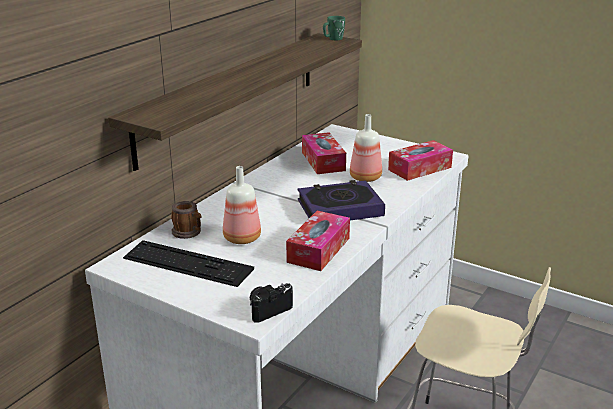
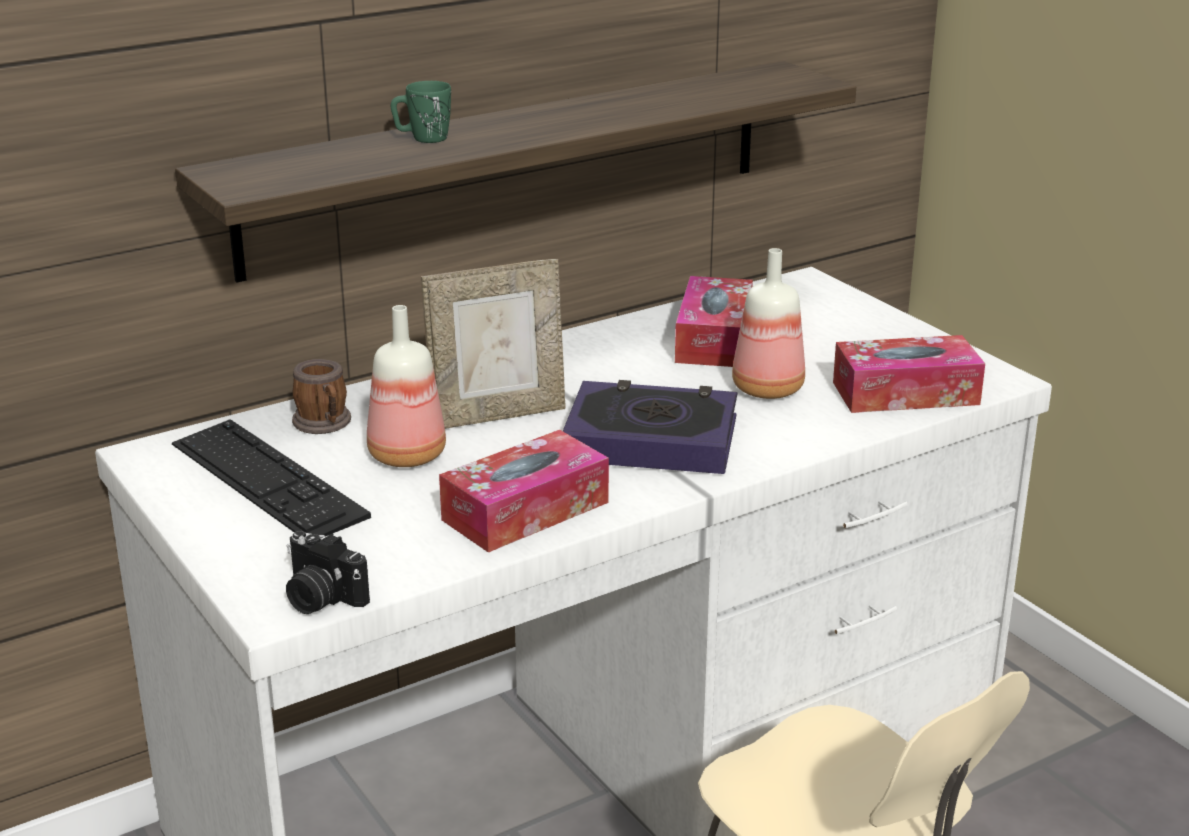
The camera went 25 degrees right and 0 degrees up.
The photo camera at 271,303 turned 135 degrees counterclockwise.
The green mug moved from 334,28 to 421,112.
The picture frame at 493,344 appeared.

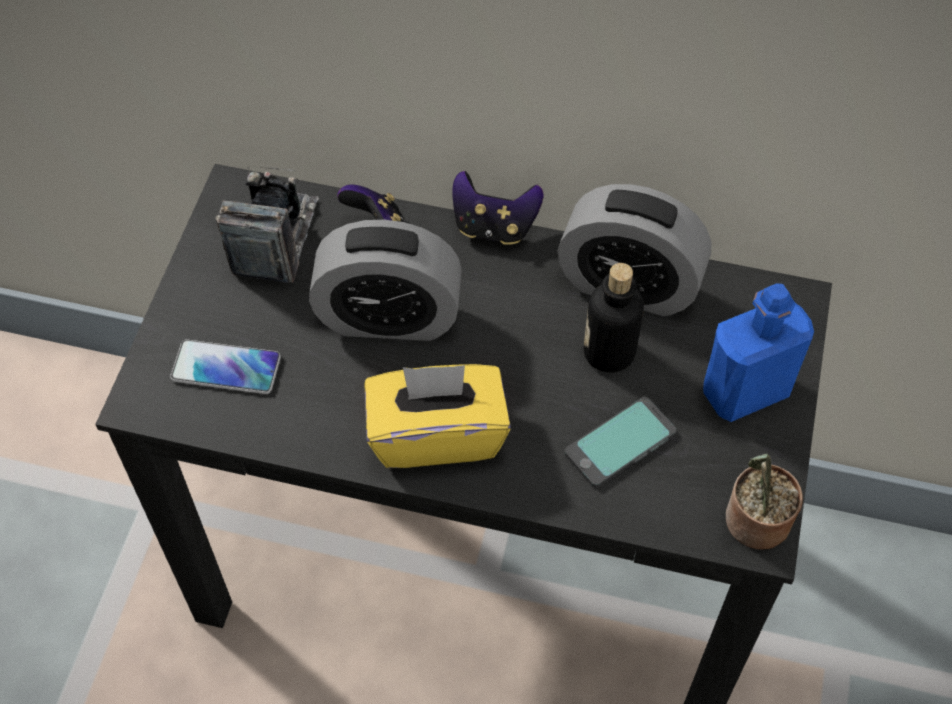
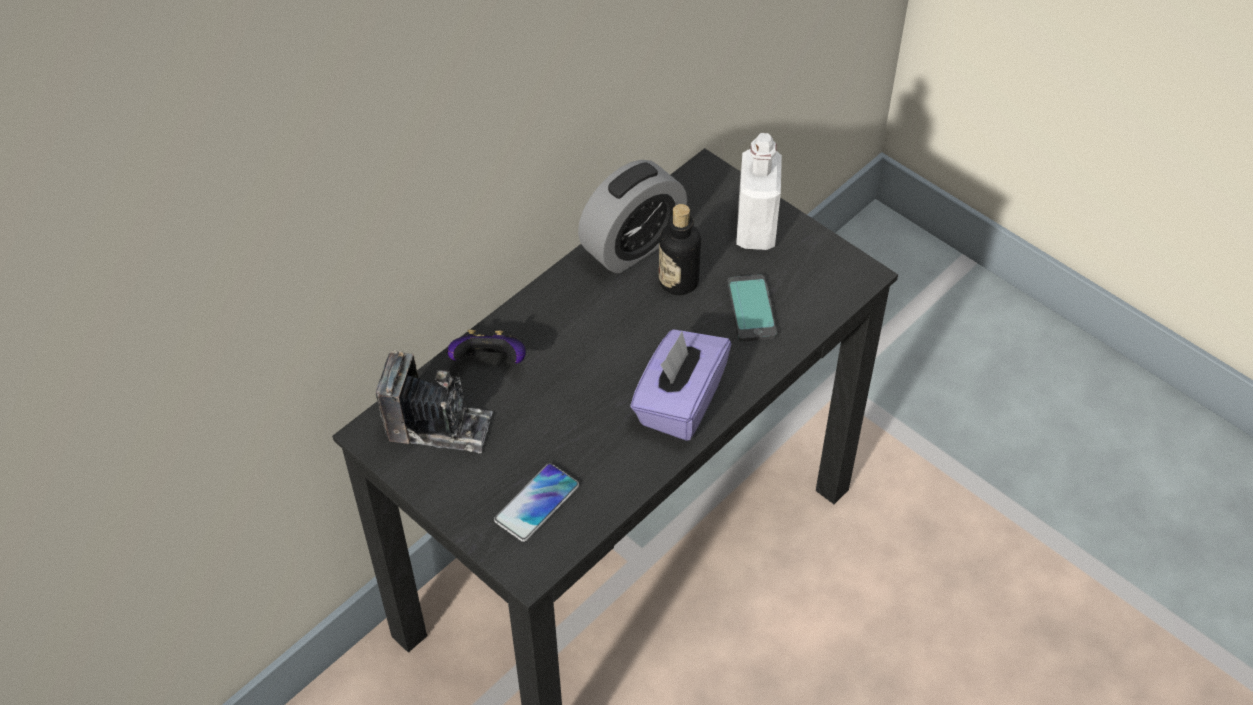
The camera went 60 degrees left and 5 degrees down.
The photo camera at 267,224 turned 150 degrees clockwise.
The yellow tissue box at 437,416 became the purple tissue box at 680,385.
The blue bottle at 758,352 became the white bottle at 759,191.
The alarm clock at 385,280 disappeared.
The game controller at 498,208 disappeared.
The potted plant at 764,502 disappeared.

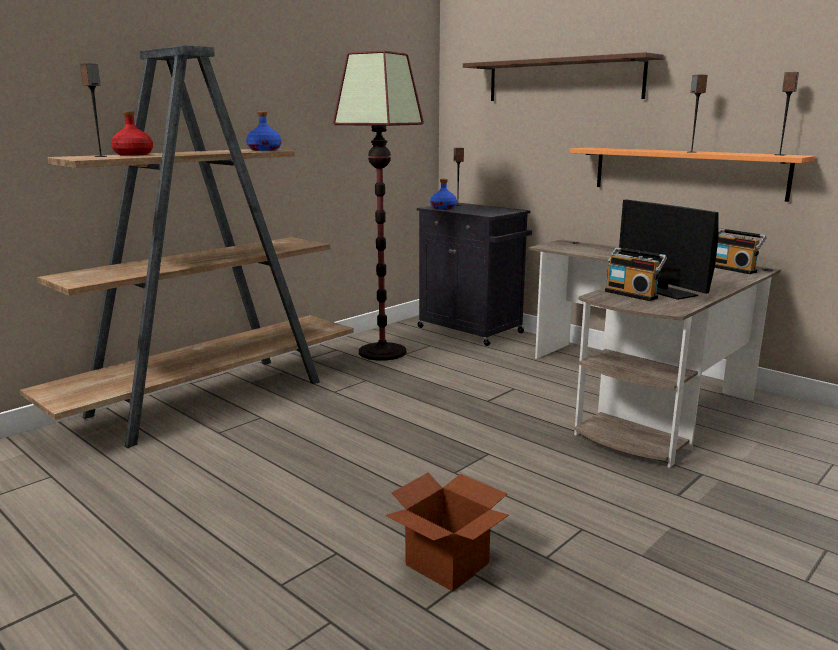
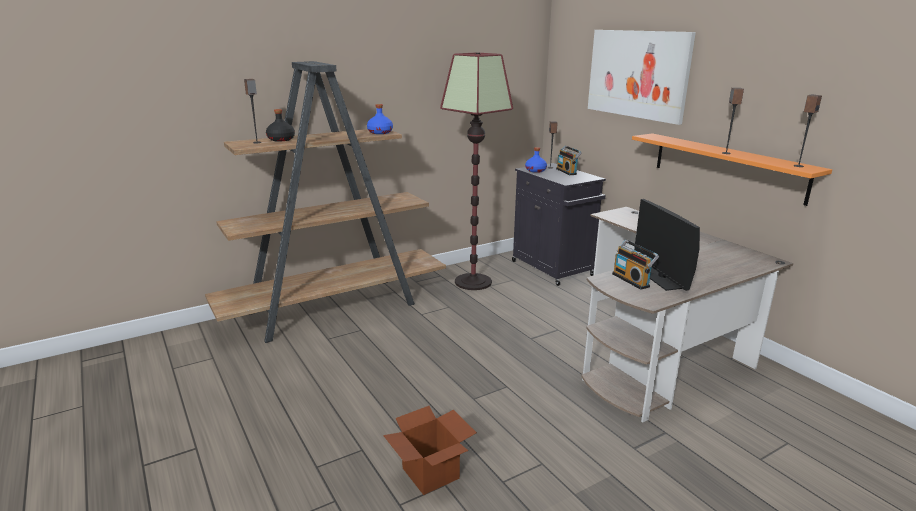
The camera went 15 degrees right and 5 degrees up.
The red bottle at 132,133 became the black bottle at 280,125.
The radio moved from 740,251 to 569,160.
The brown shelf at 563,76 was replaced by the picture at 642,77.

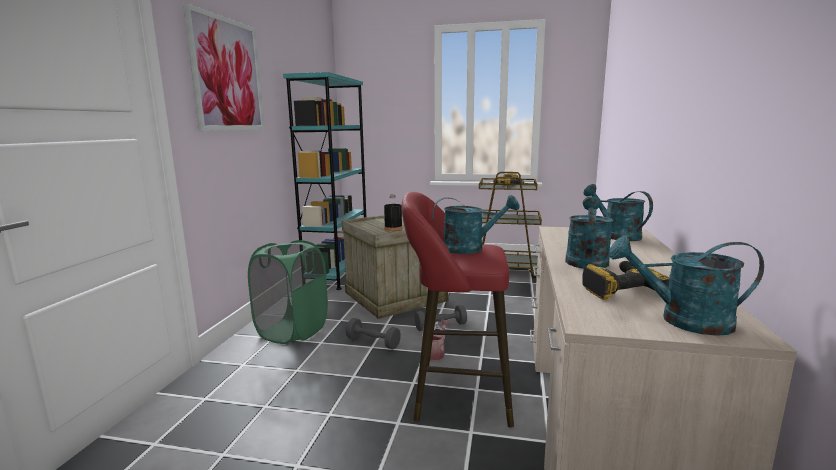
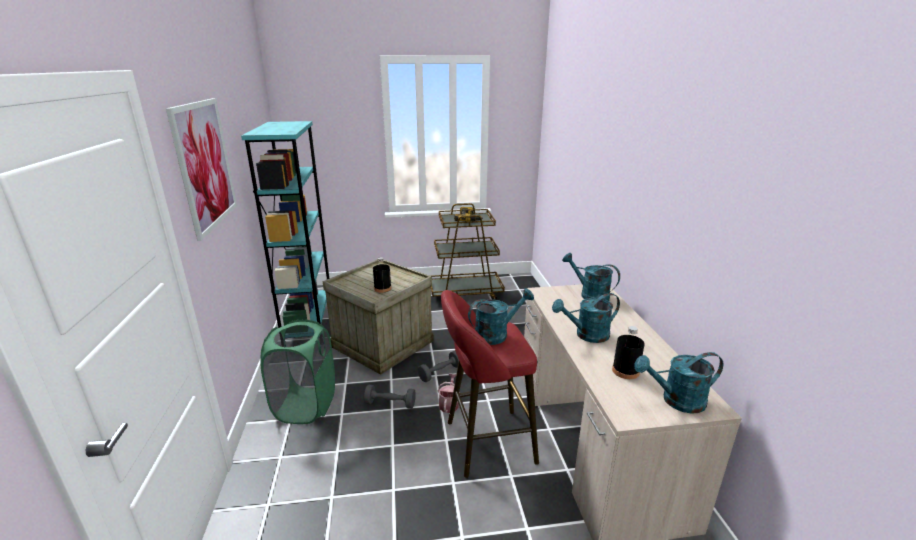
The camera went 20 degrees left and 10 degrees up.
The turquoise watering can at 589,232 turned 105 degrees counterclockwise.
The power drill at 625,280 was replaced by the black bottle at 628,352.

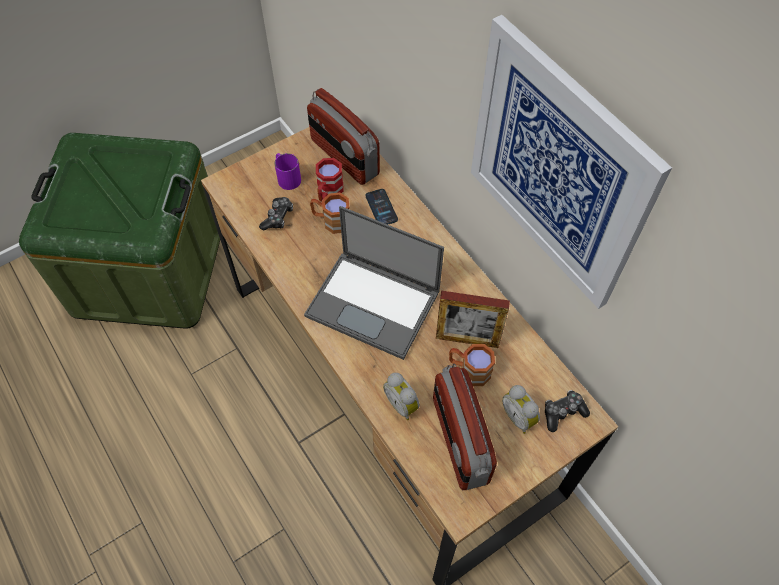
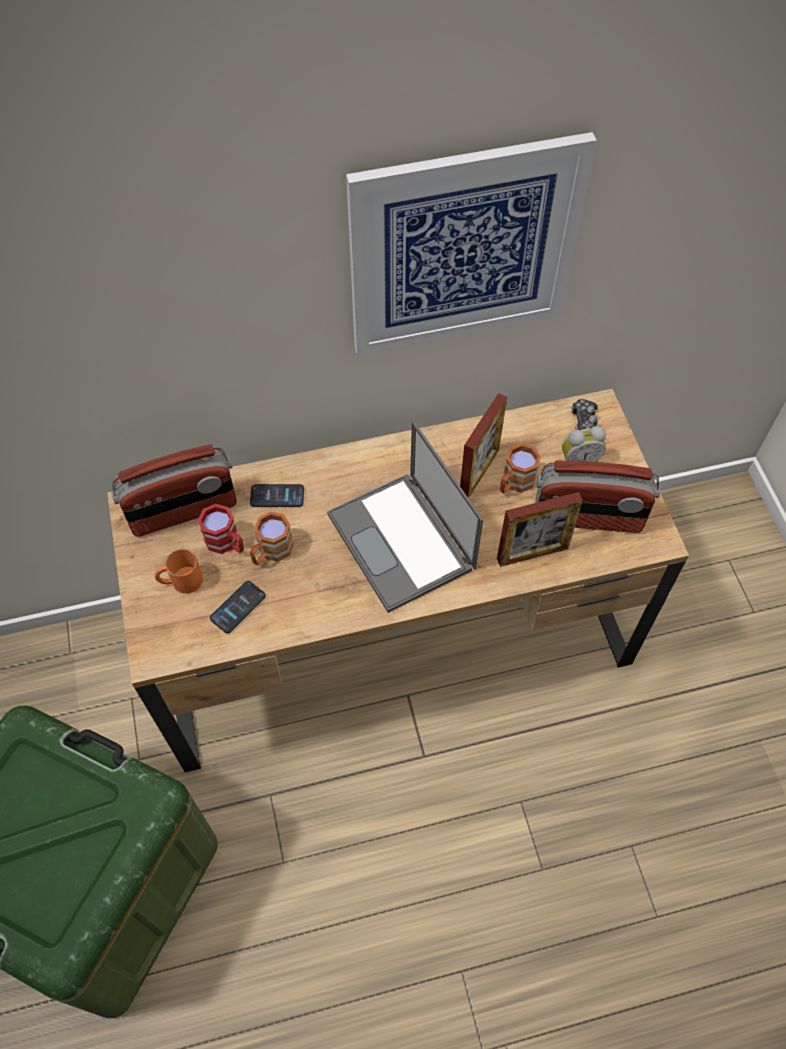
The camera went 70 degrees left and 0 degrees up.
The purple mug at 288,171 became the orange mug at 179,571.
The game controller at 276,213 was replaced by the phone at 238,607.
The laptop at 374,283 turned 105 degrees clockwise.
The alarm clock at 401,396 was replaced by the picture frame at 540,529.

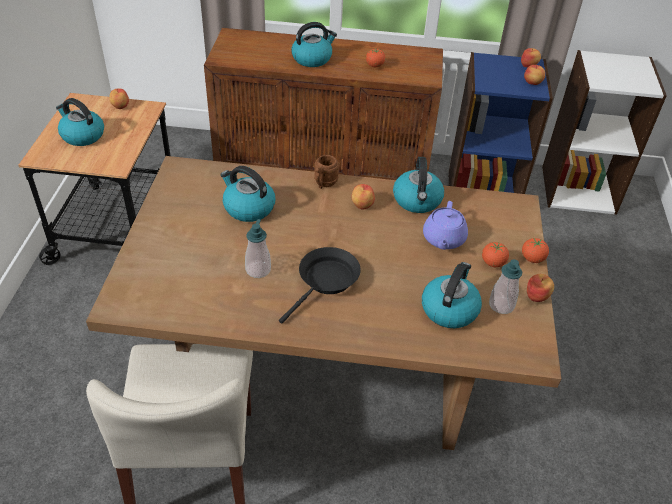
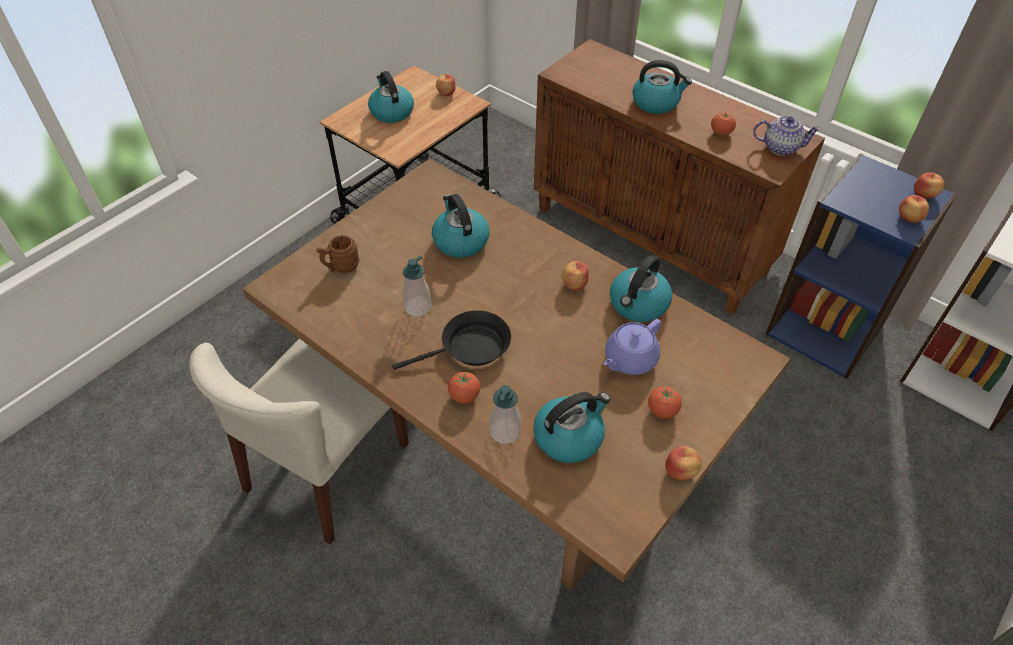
The camera went 35 degrees right and 5 degrees up.
The brown mug moved from 326,172 to 338,254.
The tomato moved from 535,250 to 464,387.
The soap dispenser moved from 505,286 to 505,414.
The teapot at 787,136 appeared.

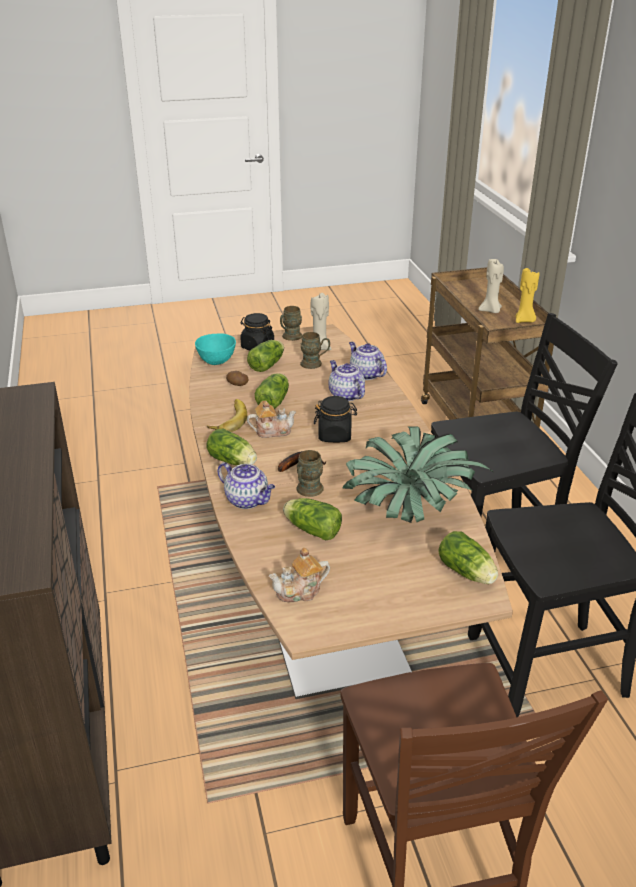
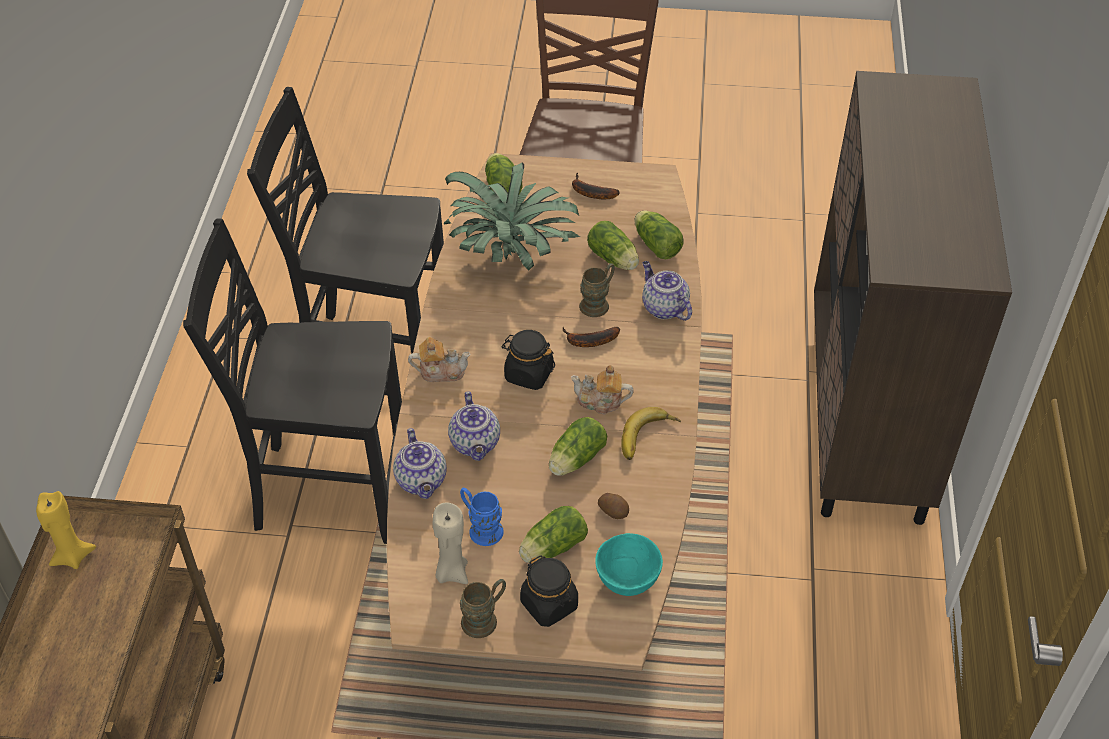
The camera went 160 degrees left and 15 degrees up.
The teapot moved from 299,575 to 439,359.
The brown mug at 315,350 became the blue mug at 482,517.
The banana at 595,186 appeared.
The lettuce moved from 231,447 to 659,234.
The beige candle at 491,286 disappeared.

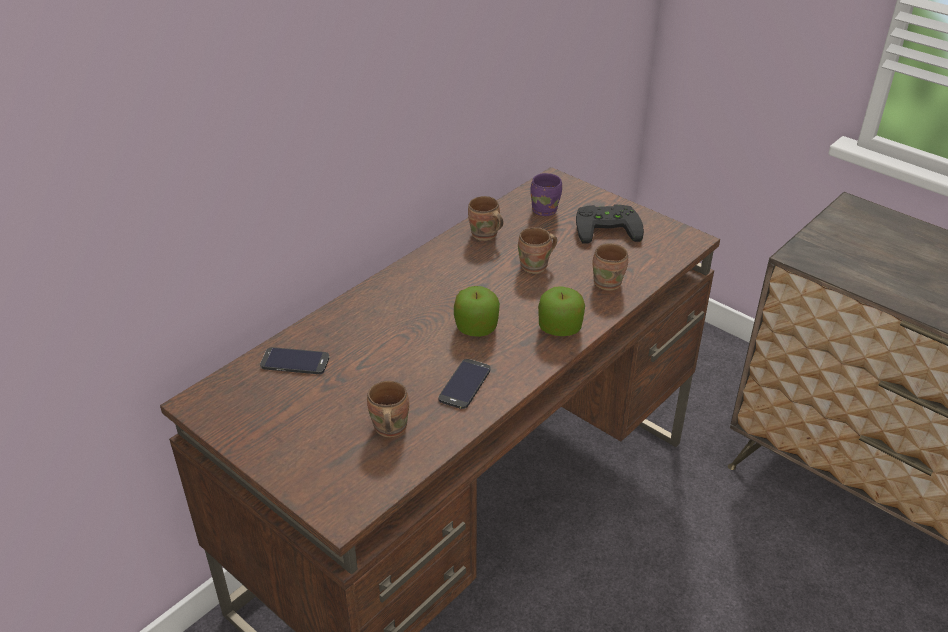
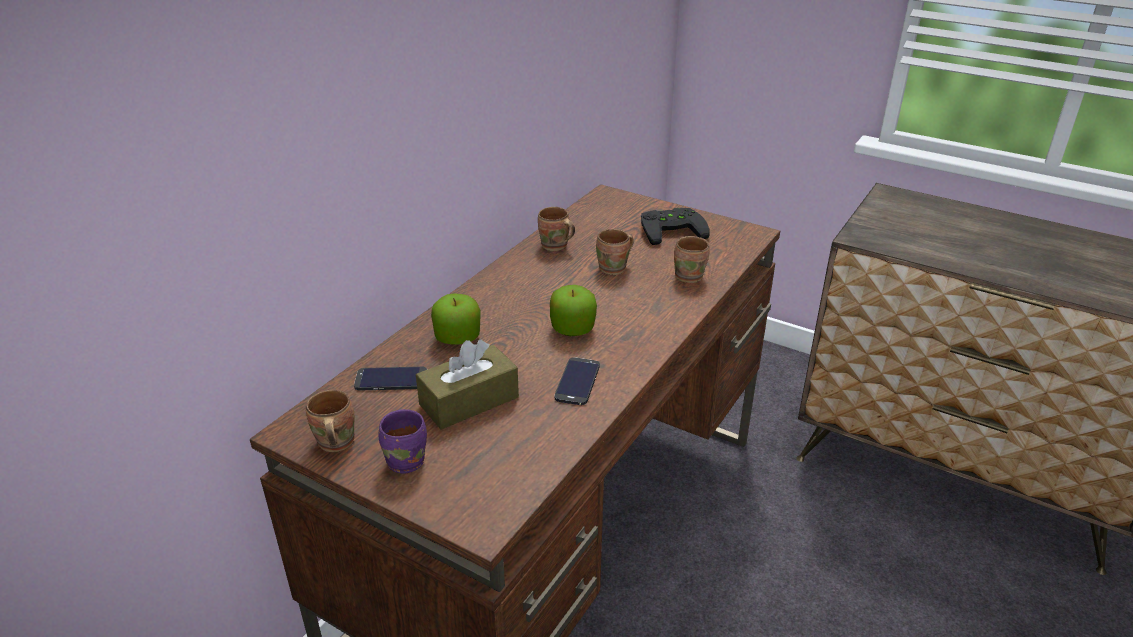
The camera went 10 degrees left and 5 degrees down.
The brown mug moved from 388,409 to 330,421.
The purple mug moved from 546,194 to 403,441.
The brown tissue box at 467,384 appeared.
The apple moved from 561,311 to 456,319.

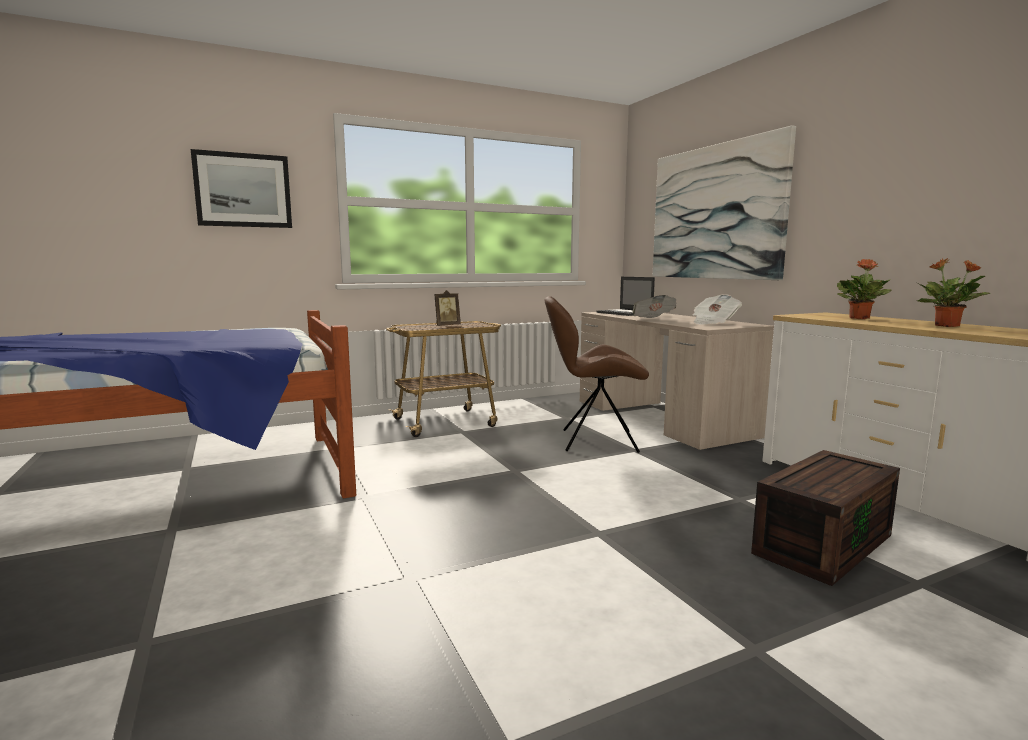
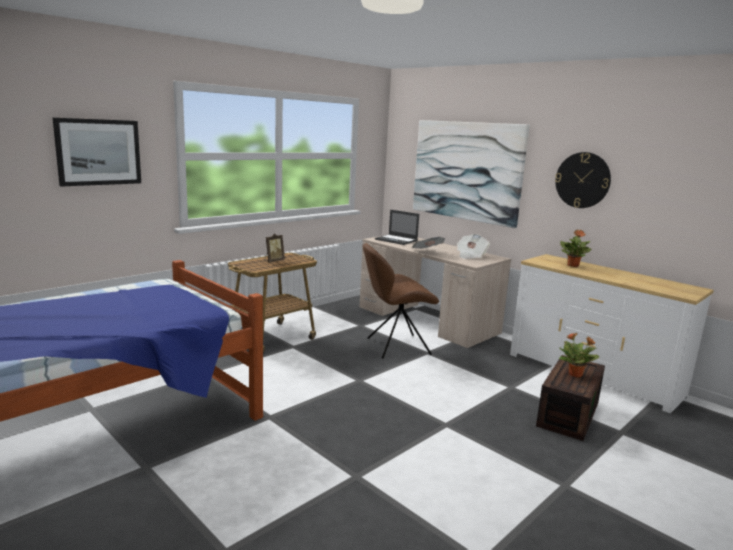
The camera went 20 degrees left and 5 degrees up.
The wall clock at 583,180 appeared.
The potted plant moved from 953,292 to 579,355.

